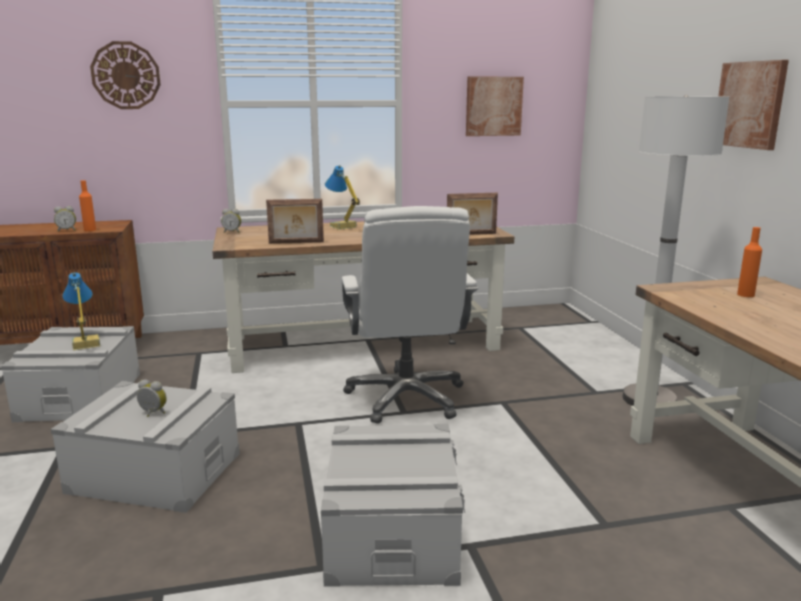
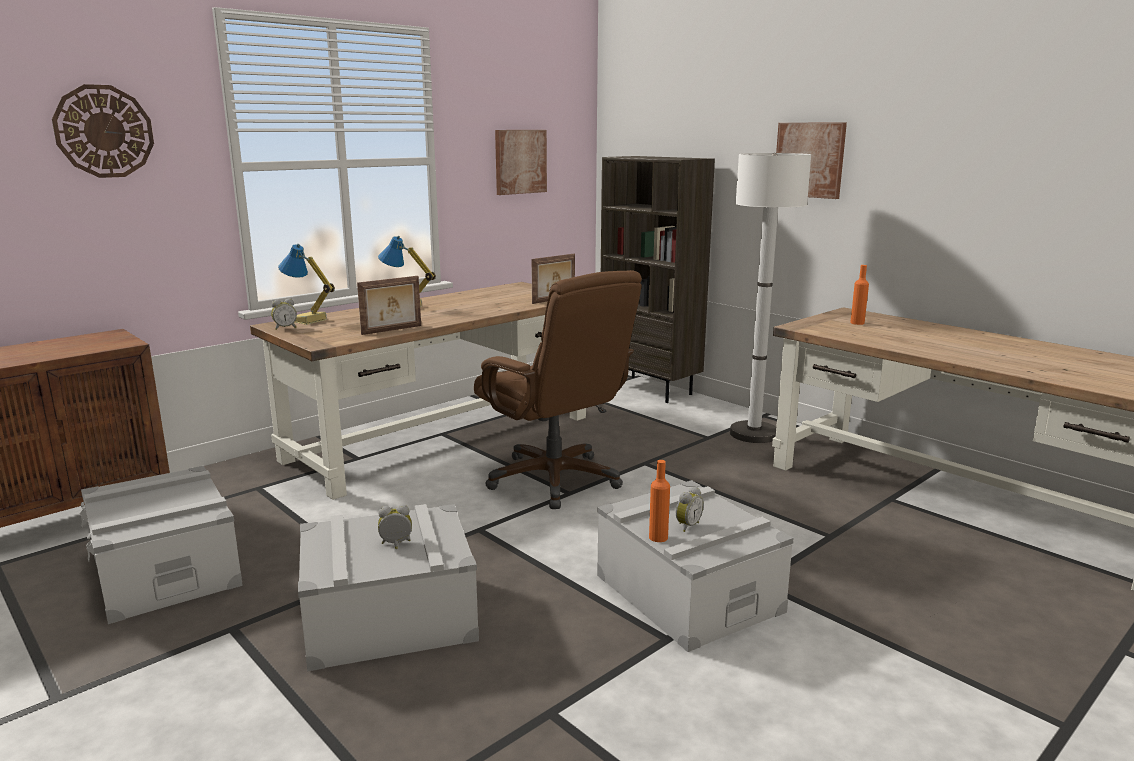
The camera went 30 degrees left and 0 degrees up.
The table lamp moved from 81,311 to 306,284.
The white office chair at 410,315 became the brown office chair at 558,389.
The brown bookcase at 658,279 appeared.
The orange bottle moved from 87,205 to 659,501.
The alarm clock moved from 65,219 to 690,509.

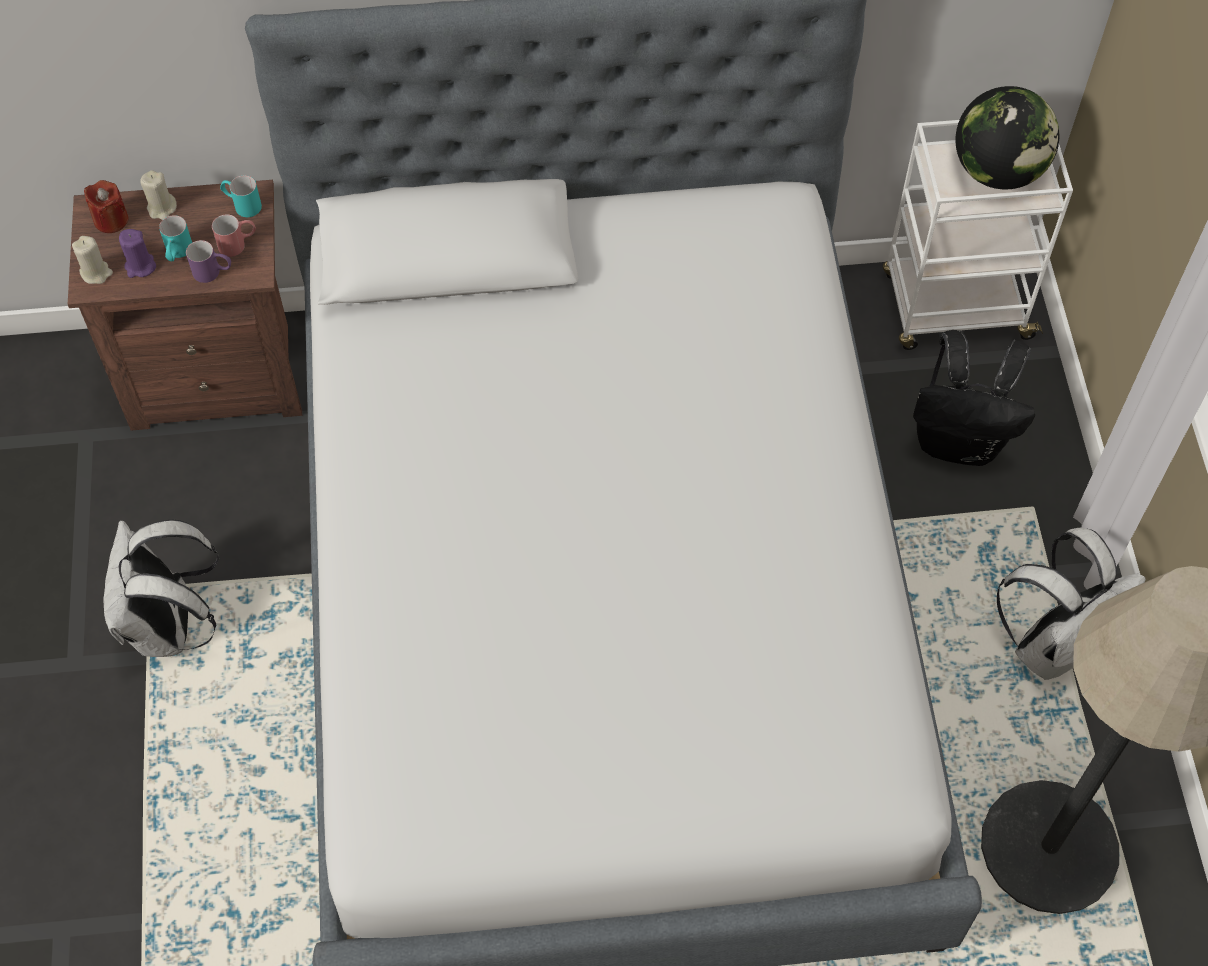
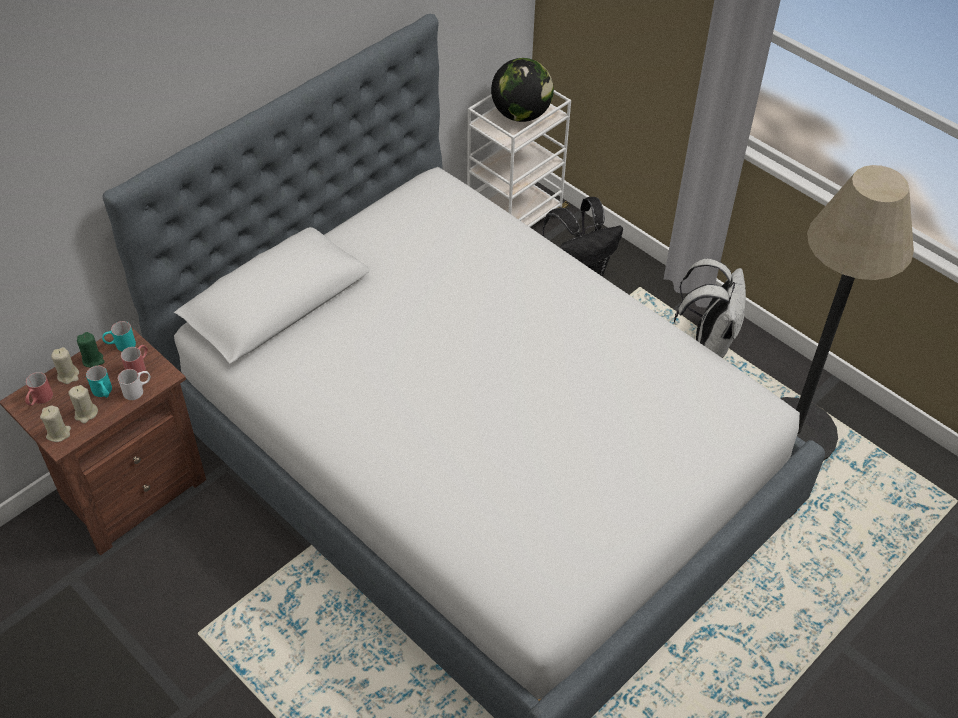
The camera went 40 degrees left and 10 degrees down.
The red candle at 106,206 was replaced by the red mug at 39,389.
The purple candle at 137,253 became the beige candle at 83,404.
The green candle at 91,350 appeared.
The purple mug at 208,261 became the white mug at 134,384.
The white backpack at 161,588 disappeared.

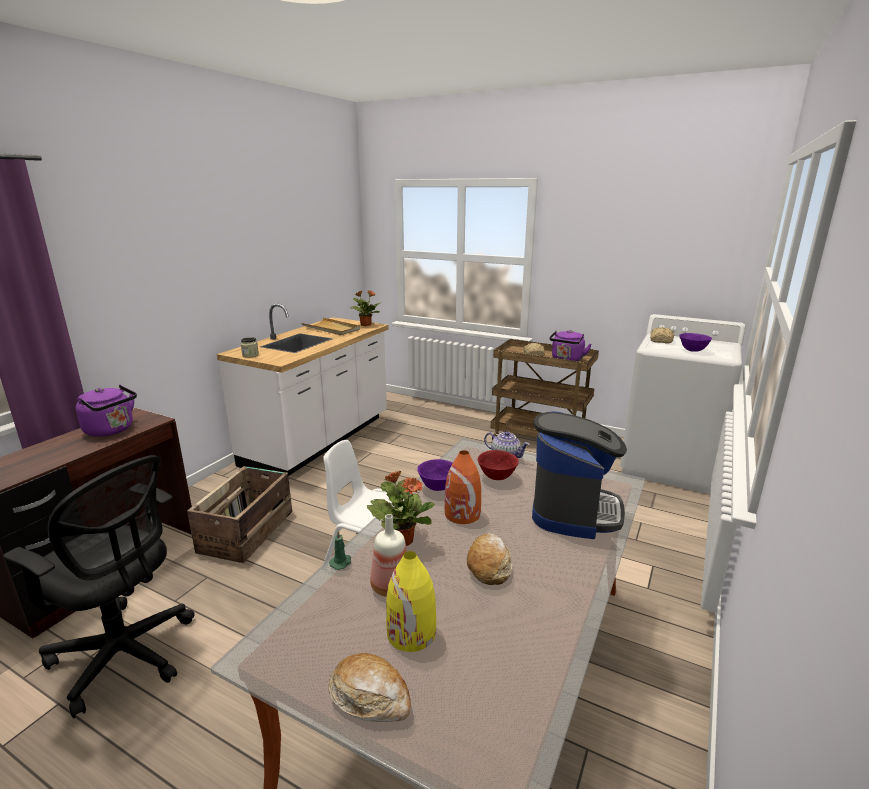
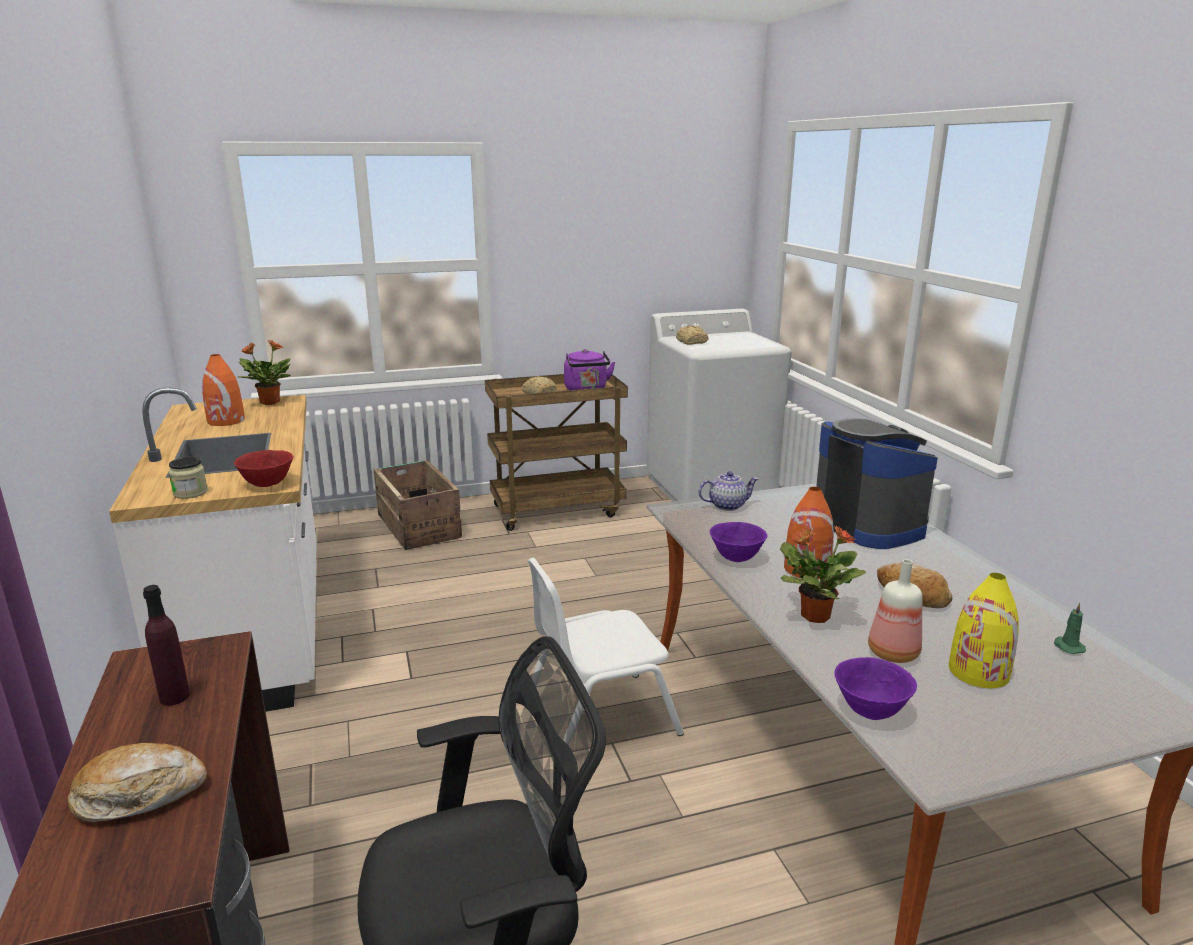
The camera went 45 degrees left and 0 degrees up.
The bread moved from 370,687 to 137,782.
The purple kettle at 106,411 was replaced by the purple bottle at 166,645.
The beige tray at 330,326 was replaced by the orange vase at 223,390.
The red bowl moved from 498,465 to 263,468.
The crate moved from 239,514 to 417,505.
The purple bowl moved from 695,342 to 875,688.
The green candle moved from 340,550 to 1070,628.

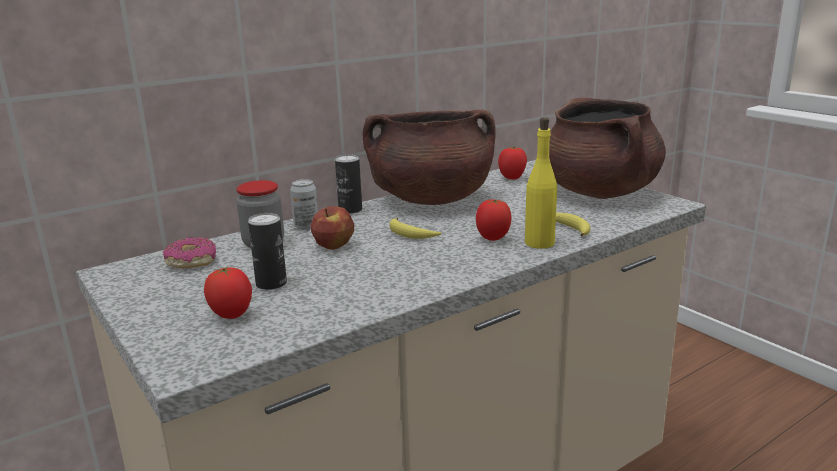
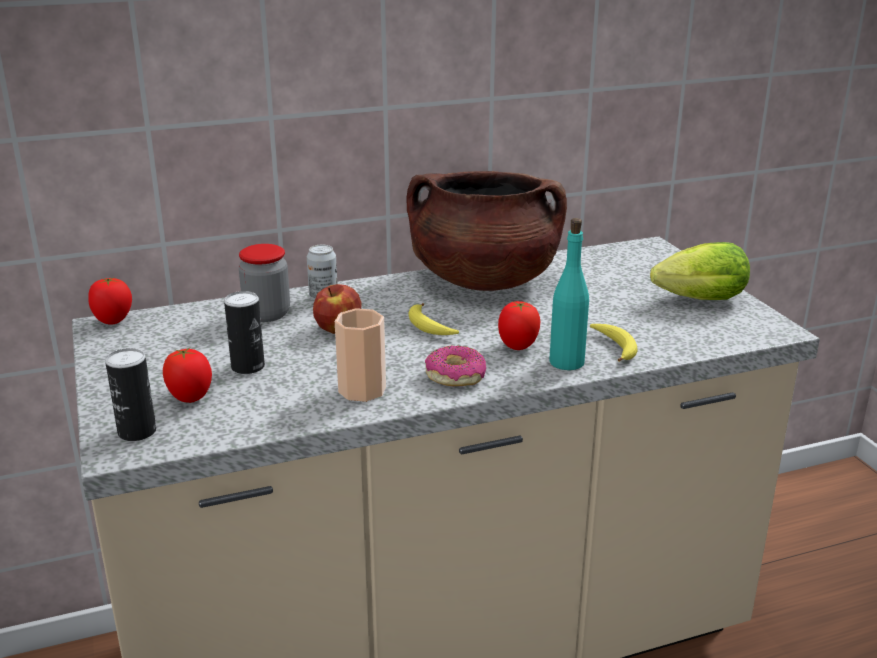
The camera went 15 degrees right and 5 degrees up.
The tomato moved from 512,163 to 110,301.
The can moved from 348,184 to 130,394.
The cup at 360,355 appeared.
The donut moved from 189,252 to 455,366.
The yellow bottle at 541,183 became the turquoise bottle at 569,294.
The brown cooking pot at 607,148 was replaced by the lettuce at 700,271.

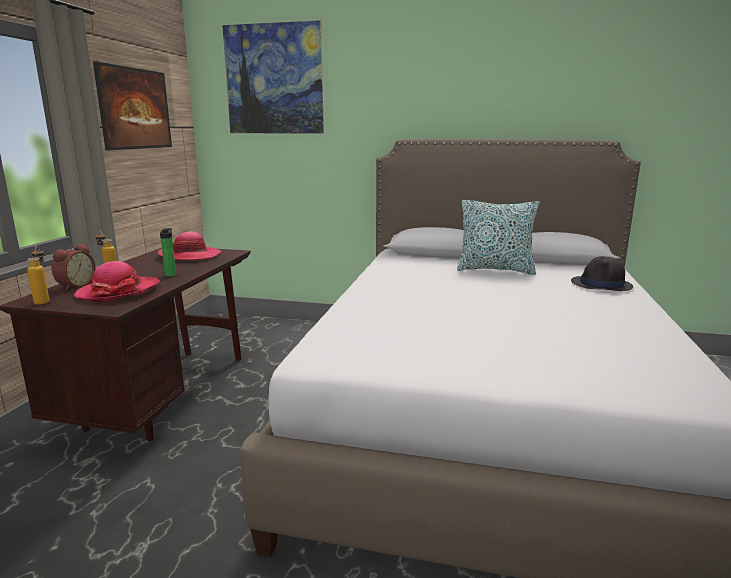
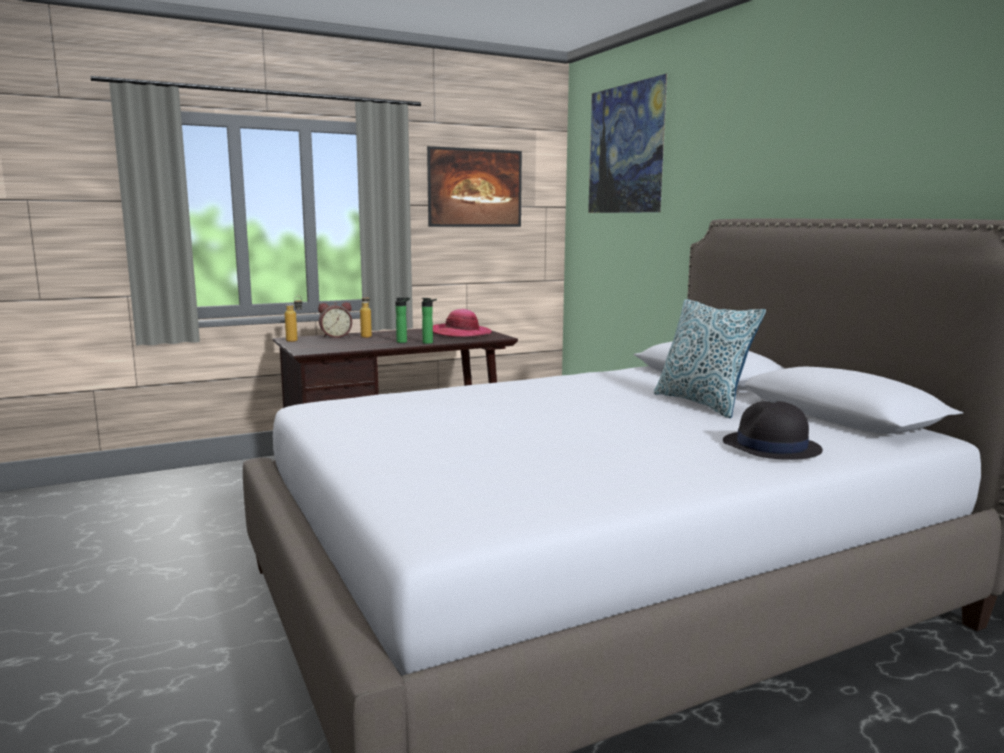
The camera went 50 degrees right and 5 degrees down.
The bottle at 429,321 appeared.
The hat at 117,281 disappeared.

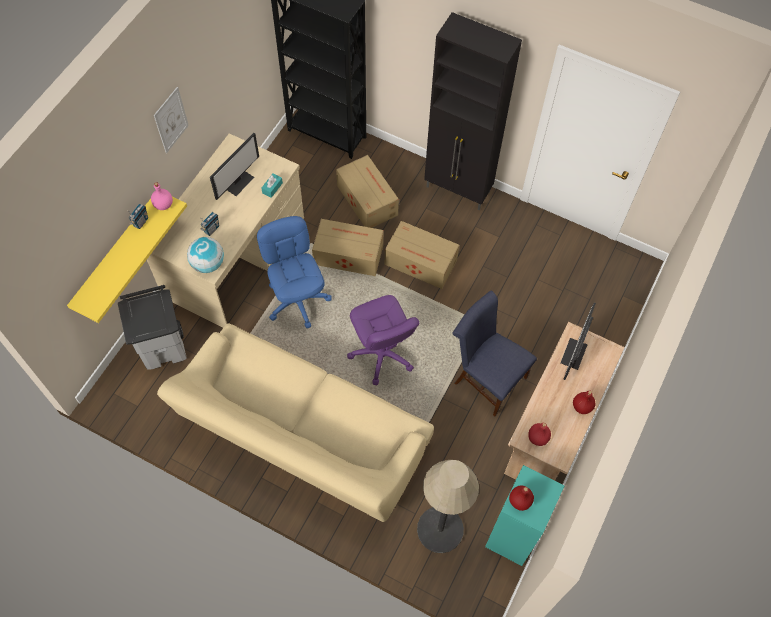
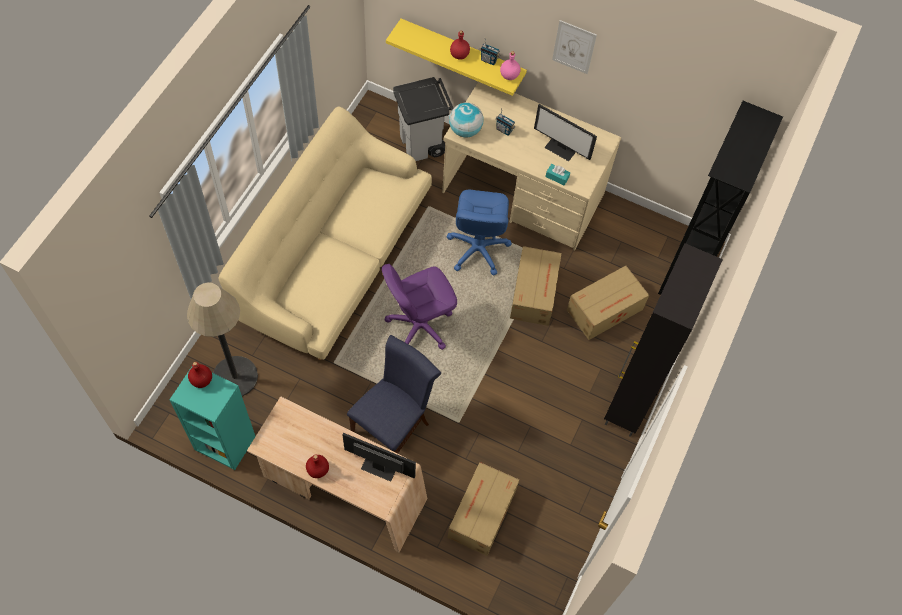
The camera went 85 degrees right and 0 degrees up.
The blue office chair at 294,272 turned 120 degrees clockwise.
The cardboard box moved from 422,255 to 483,509.
The red bottle moved from 539,434 to 460,45.

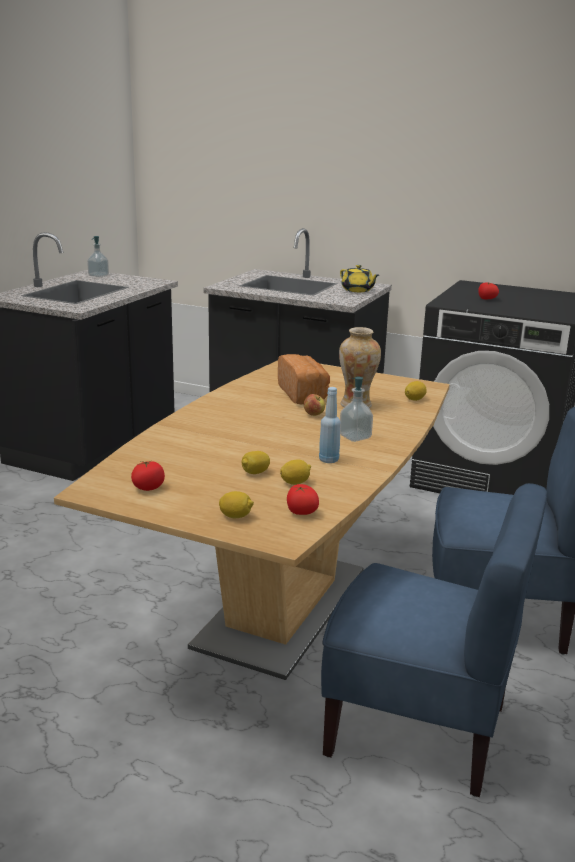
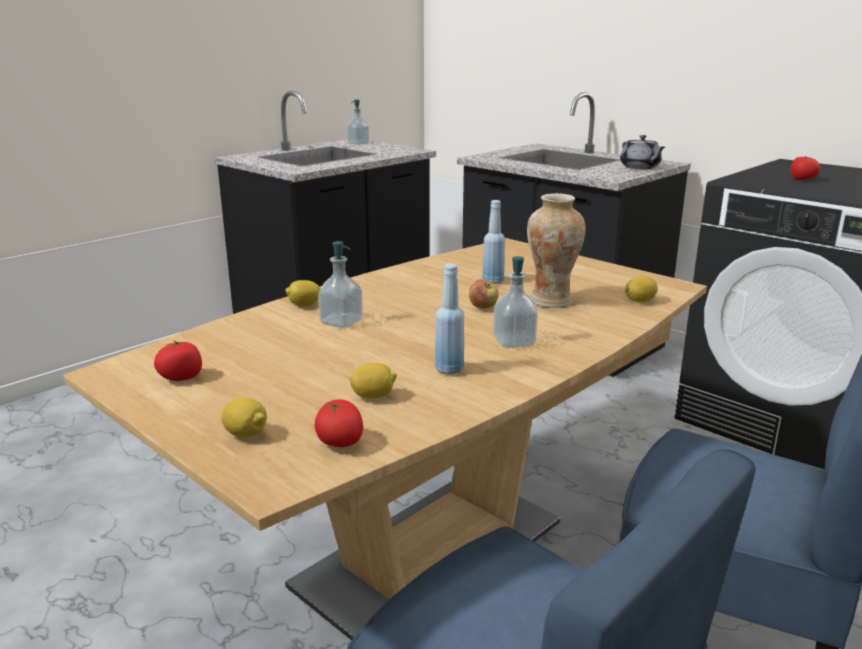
The camera went 20 degrees right and 0 degrees up.
The lemon moved from 256,462 to 303,293.
The soap dispenser at 340,284 appeared.
The bread at 304,379 was replaced by the blue bottle at 493,242.
The yellow teapot at 359,278 became the grey teapot at 642,152.

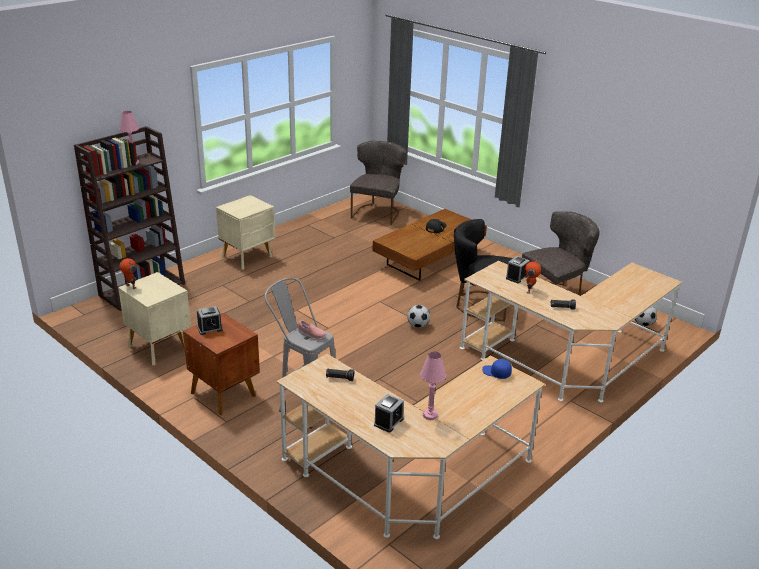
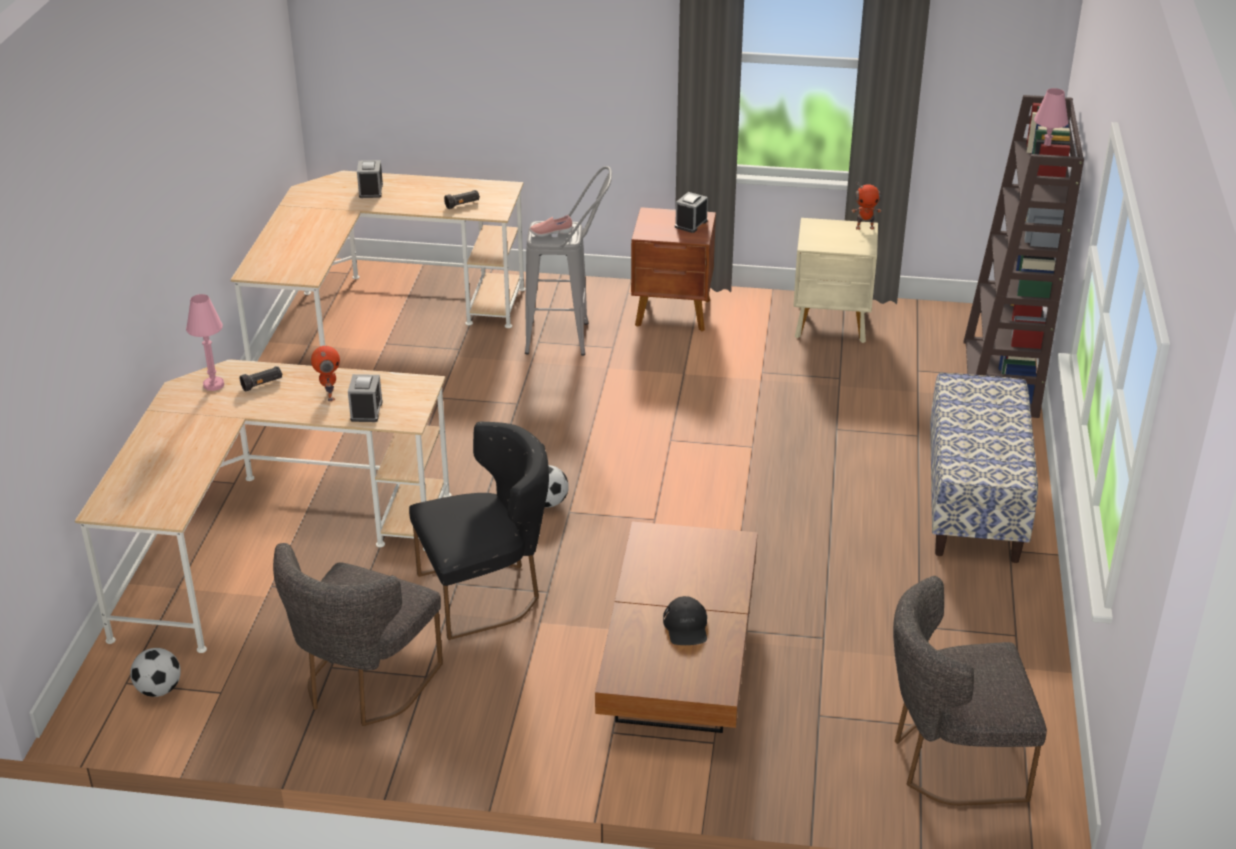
The camera went 145 degrees right and 5 degrees up.
The pink table lamp moved from 433,385 to 205,342.
The grey chair at 378,183 turned 105 degrees clockwise.
The beige nightstand at 245,232 was replaced by the bench at 984,468.
The blue cap at 497,369 disappeared.

